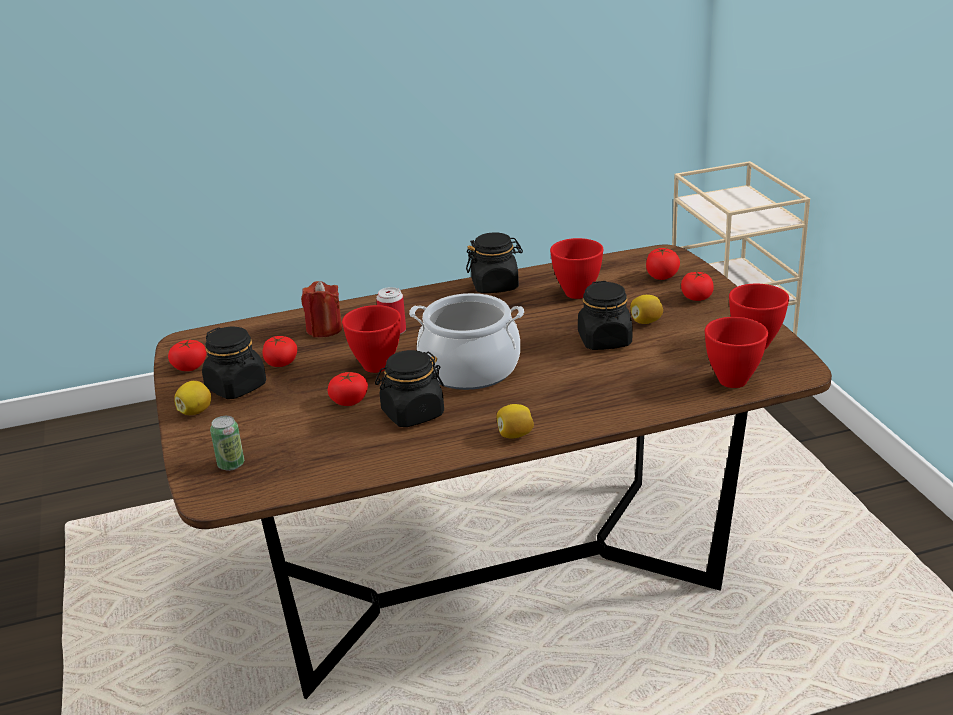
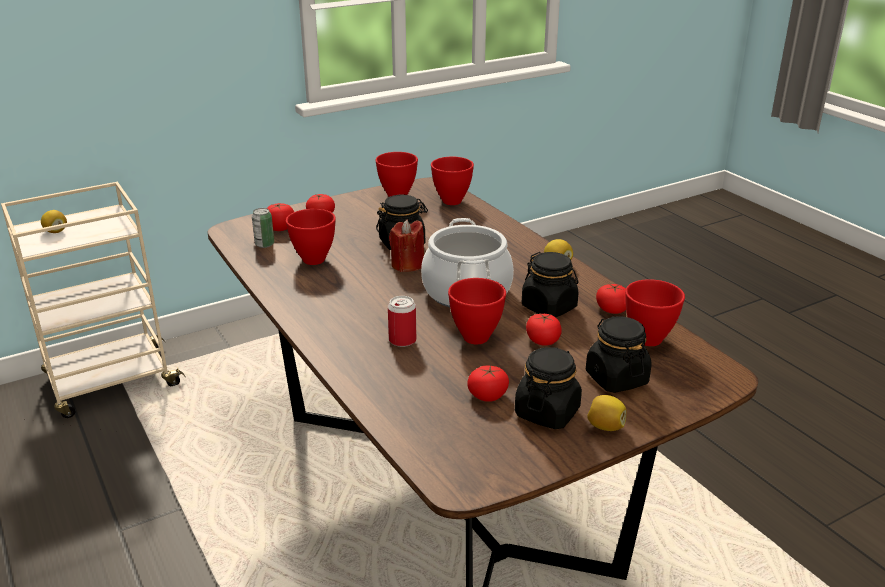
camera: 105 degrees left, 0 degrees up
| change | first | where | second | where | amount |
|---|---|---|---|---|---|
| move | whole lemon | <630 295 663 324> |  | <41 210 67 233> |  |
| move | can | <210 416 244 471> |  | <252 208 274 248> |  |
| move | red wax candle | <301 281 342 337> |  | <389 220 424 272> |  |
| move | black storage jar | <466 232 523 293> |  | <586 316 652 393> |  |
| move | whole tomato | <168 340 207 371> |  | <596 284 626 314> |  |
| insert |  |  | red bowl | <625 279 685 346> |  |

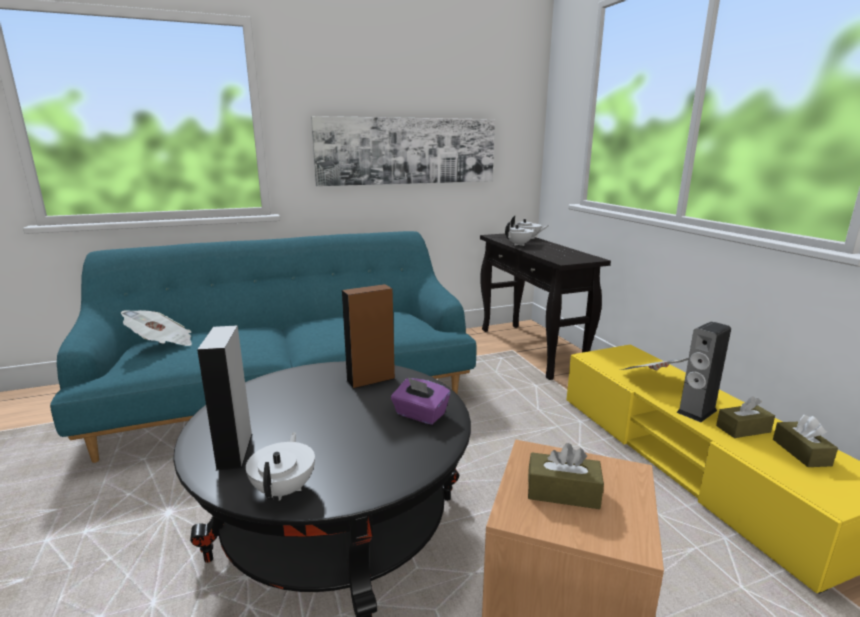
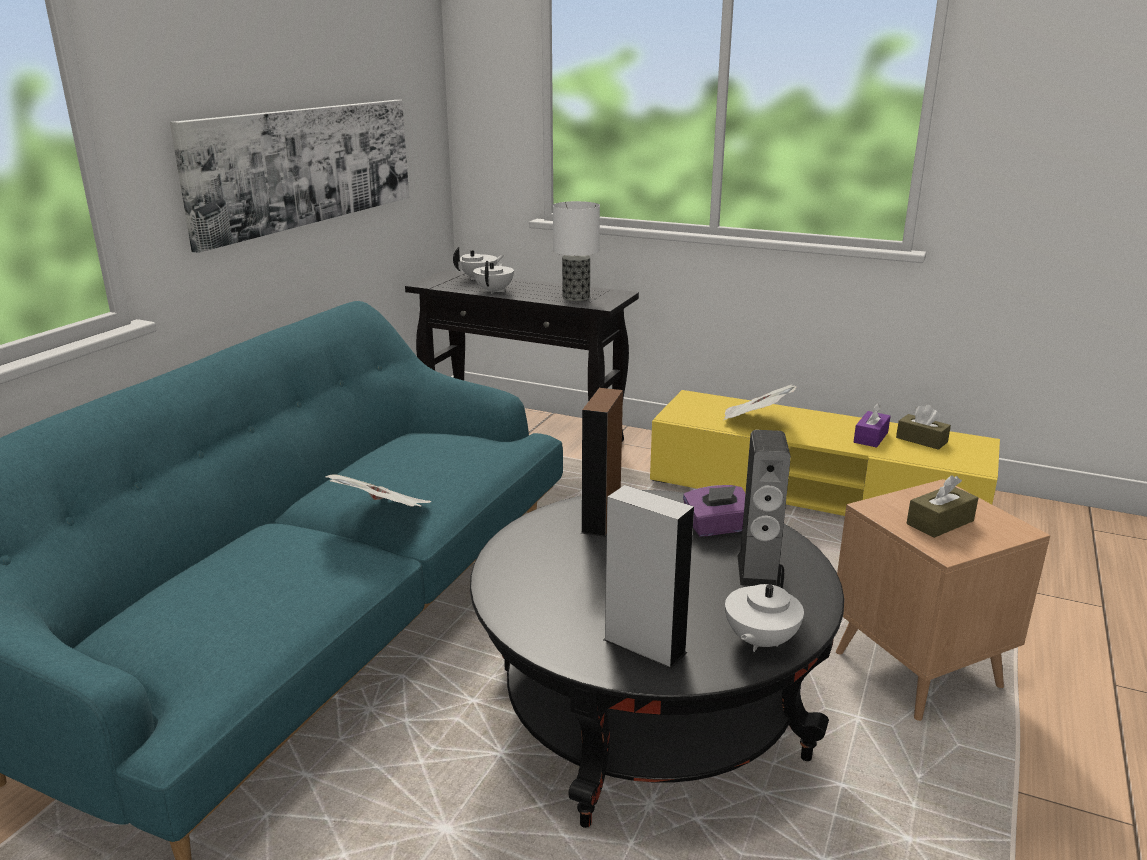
camera: 45 degrees left, 5 degrees up
| change | first | where | second | where | amount |
|---|---|---|---|---|---|
| move | newspaper | <121 310 192 346> |  | <325 474 431 507> |  |
| insert |  |  | lamp for a table | <553 201 600 301> |  |
| rotate | white-coloured tea pot | <246 432 315 501> |  | <725 564 804 652> | 105 degrees counterclockwise |
| move | audio speaker | <676 321 731 422> |  | <737 430 791 586> |  |
| recolor | brown box of tissues | <716 396 775 438> | purple box of tissues | <854 403 891 448> |  |

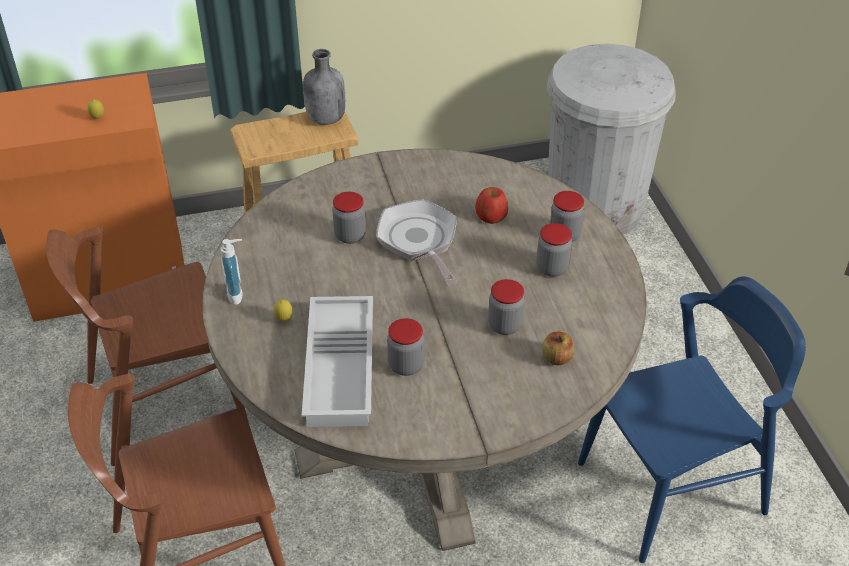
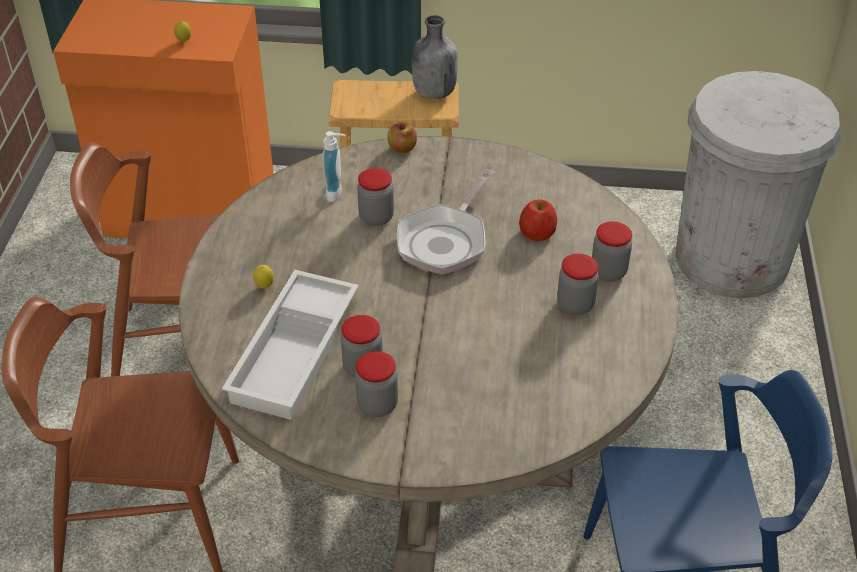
camera: 20 degrees right, 0 degrees up
| change | first | where | second | where | amount |
|---|---|---|---|---|---|
| move | liquid soap bottle | <220 239 243 305> |  | <322 131 346 202> |  |
| move | storage jar | <488 279 525 335> |  | <355 351 398 417> |  |
| move | whole apple | <542 331 574 365> |  | <387 122 417 154> |  |
| rotate | skillet | <376 199 458 286> |  | <397 169 495 275> | 150 degrees counterclockwise |

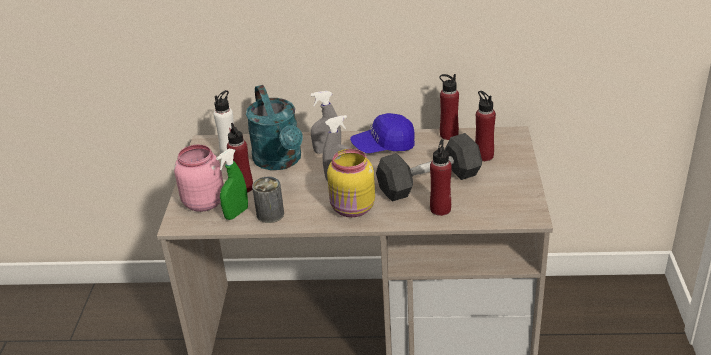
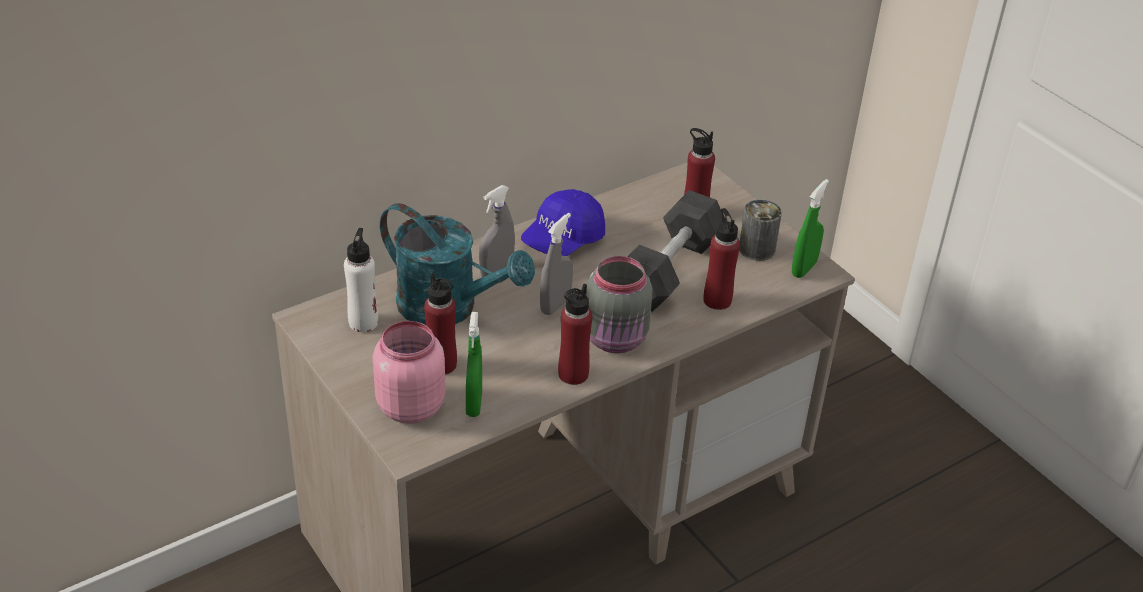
camera: 40 degrees left, 5 degrees up
| change | first | where | second | where | amount |
|---|---|---|---|---|---|
| move | red drink bottle | <439 74 459 140> |  | <558 284 592 385> |  |
| recolor | yellowish storage jar | <327 149 375 217> | greyish storage jar | <586 256 653 353> |  |
| move | can | <252 177 284 223> |  | <739 199 782 261> |  |
| insert |  |  | green-coloured spray bottle | <792 179 829 278> |  |

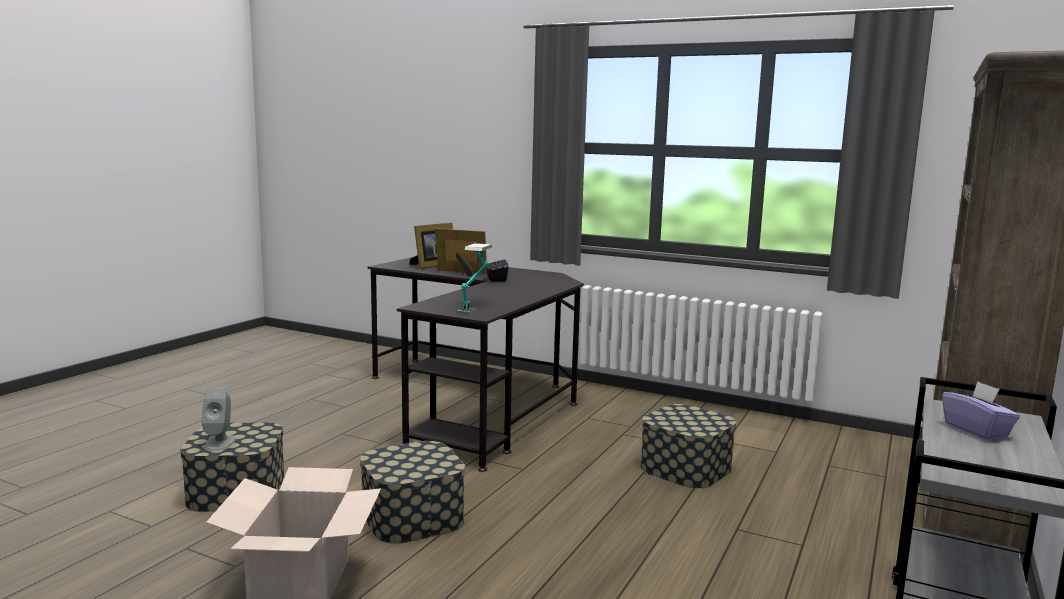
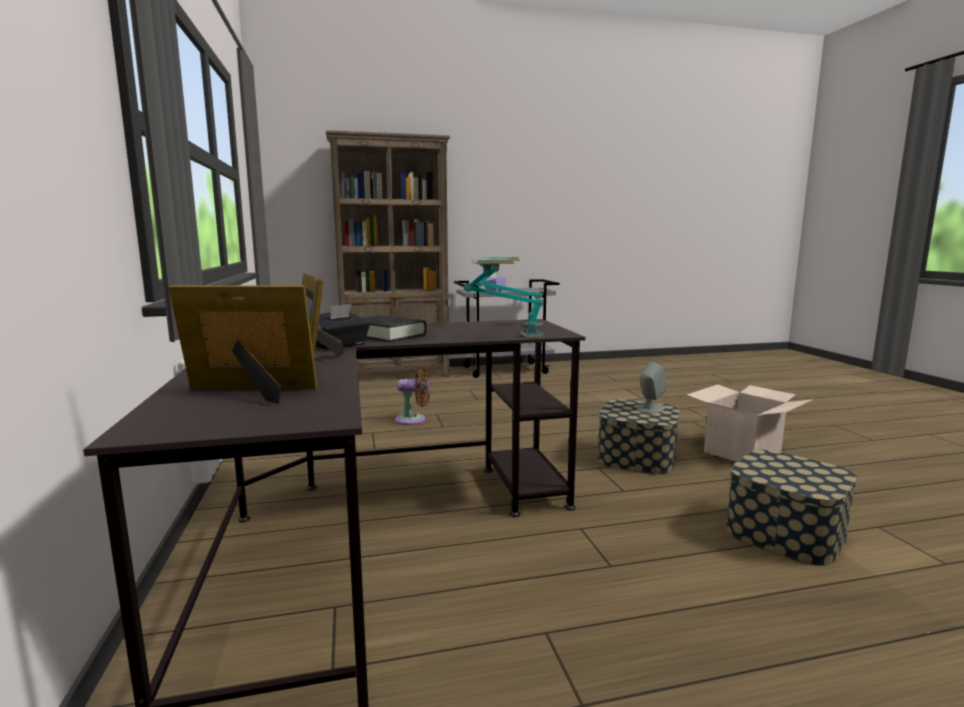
camera: 130 degrees left, 0 degrees up
| change | first | where | second | where | amount |
|---|---|---|---|---|---|
| insert |  |  | black bound book | <362 315 427 342> |  |
| replace | storage box | <640 404 736 489> | brown fan | <395 365 430 425> |  |
| insert |  |  | lamp for a table | <464 259 544 338> |  |
| move | greyish audio speaker | <202 387 236 451> |  | <637 362 667 414> |  |

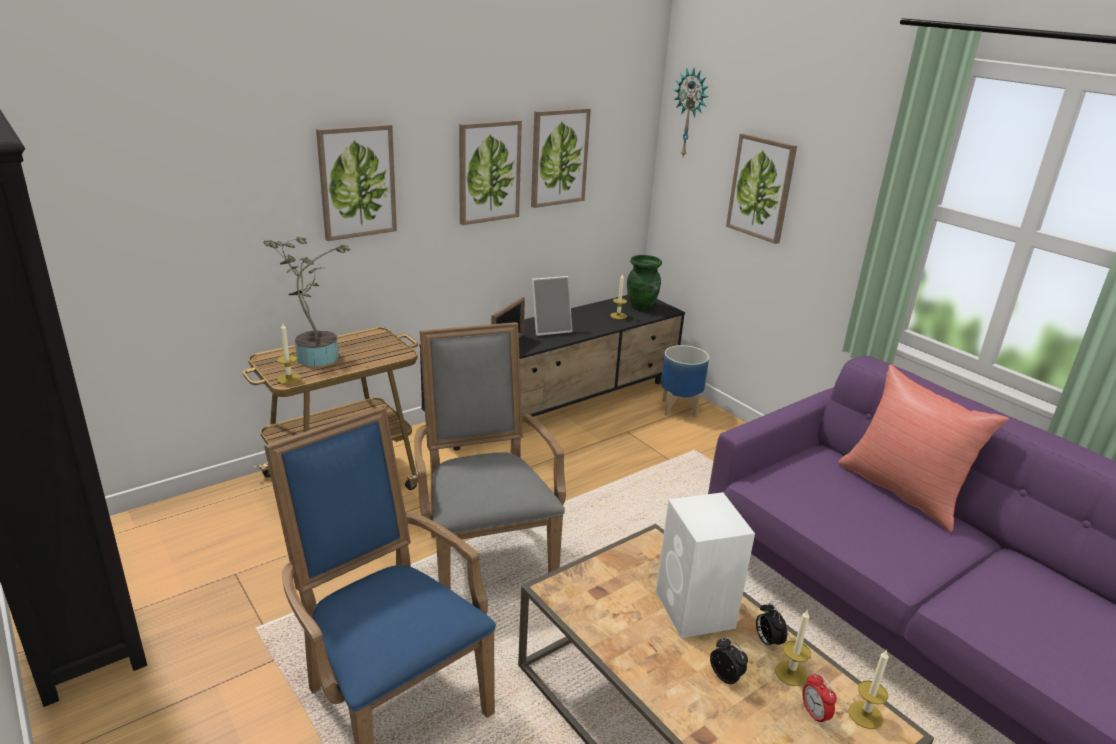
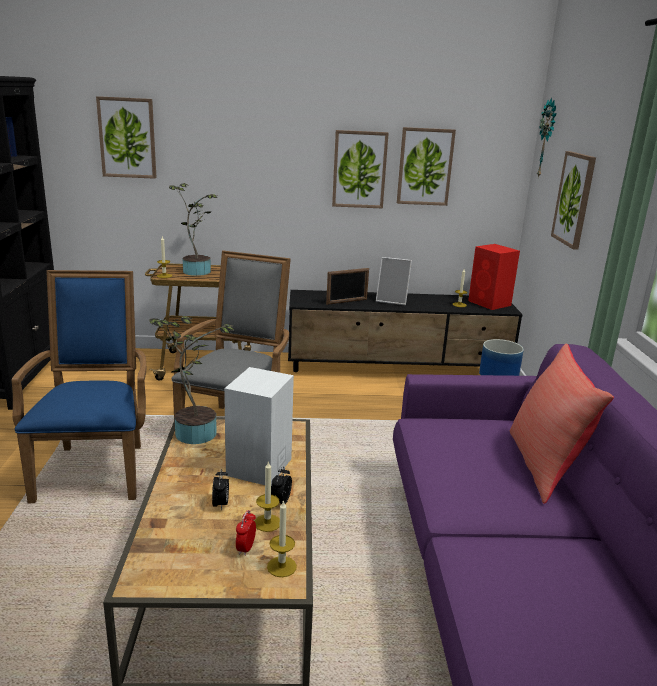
camera: 35 degrees right, 5 degrees down
| change | first | where | second | where | amount |
|---|---|---|---|---|---|
| move | wall picture | <316 124 397 241> |  | <96 96 157 179> |  |
| insert |  |  | potted plant | <149 315 234 444> |  |
| replace | green-coloured flower vase | <627 255 662 309> | red audio speaker | <468 244 520 310> |  |

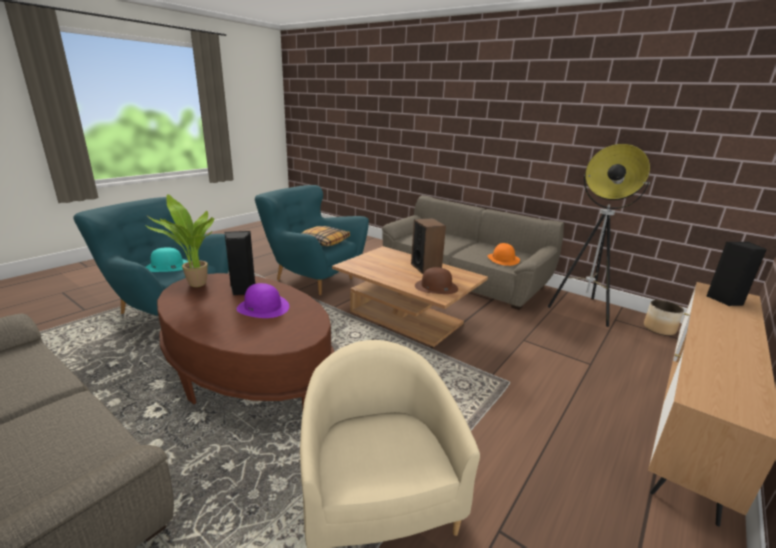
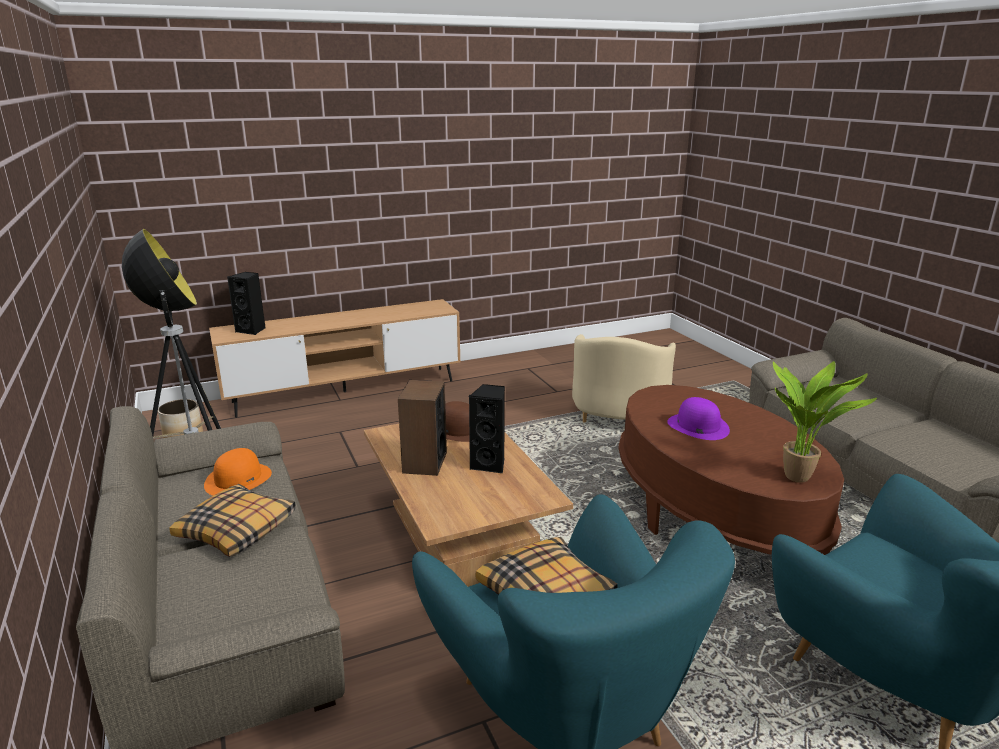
camera: 150 degrees left, 0 degrees up
| change | first | where | second | where | amount |
|---|---|---|---|---|---|
| insert |  |  | pillow | <169 484 296 557> |  |
| move | black audio speaker | <224 231 255 295> |  | <469 384 505 473> |  |
| delete | blue-green clothing hat | <146 247 188 272> |  |  |  |

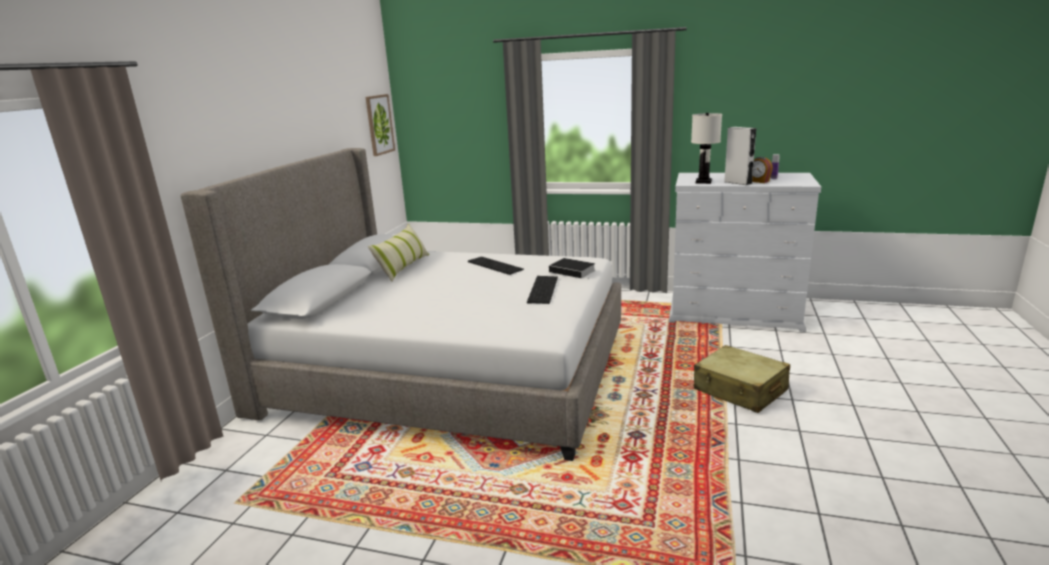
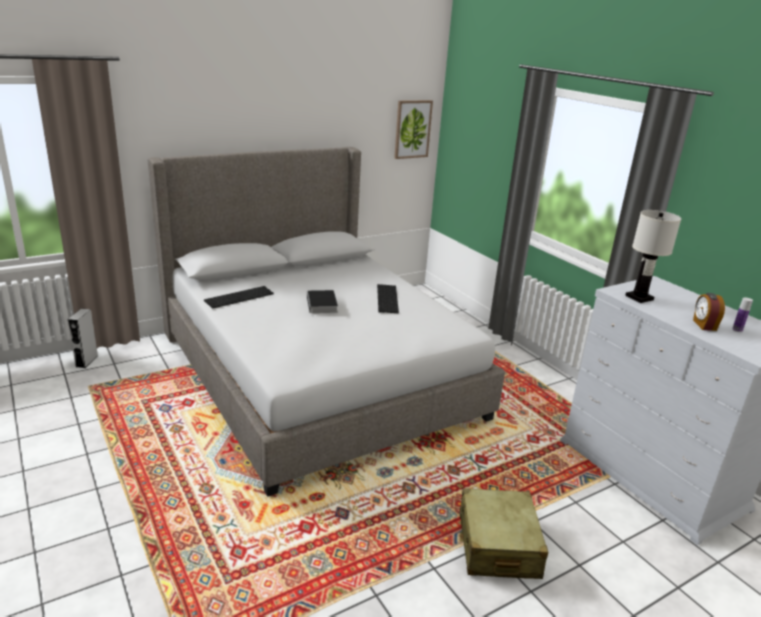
camera: 40 degrees right, 5 degrees up
| change | first | where | second | where | amount |
|---|---|---|---|---|---|
| move | greyish audio speaker | <724 127 756 185> |  | <68 308 98 368> |  |
| move | PC keyboard | <527 276 558 304> |  | <204 286 274 308> |  |
| move | bound book | <549 258 595 279> |  | <307 290 338 314> |  |
| delete | pillow | <368 224 429 282> |  |  |  |

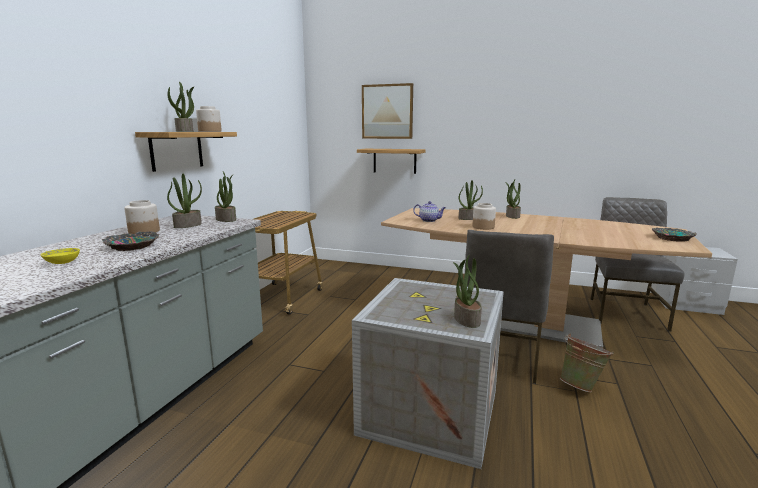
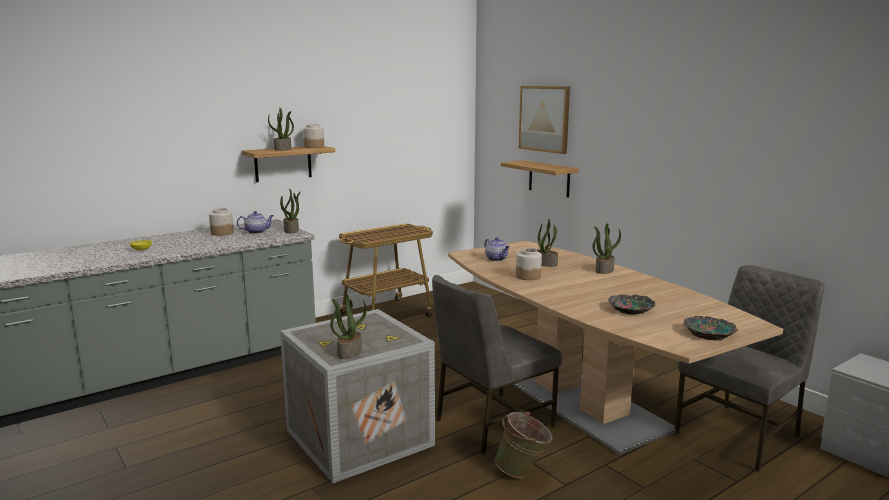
camera: 35 degrees right, 0 degrees up
| change | first | where | second | where | amount |
|---|---|---|---|---|---|
| replace | potted plant | <167 174 202 228> | tea pot | <237 211 274 234> |  |
| move | bowl | <102 231 160 251> |  | <608 294 655 315> |  |

